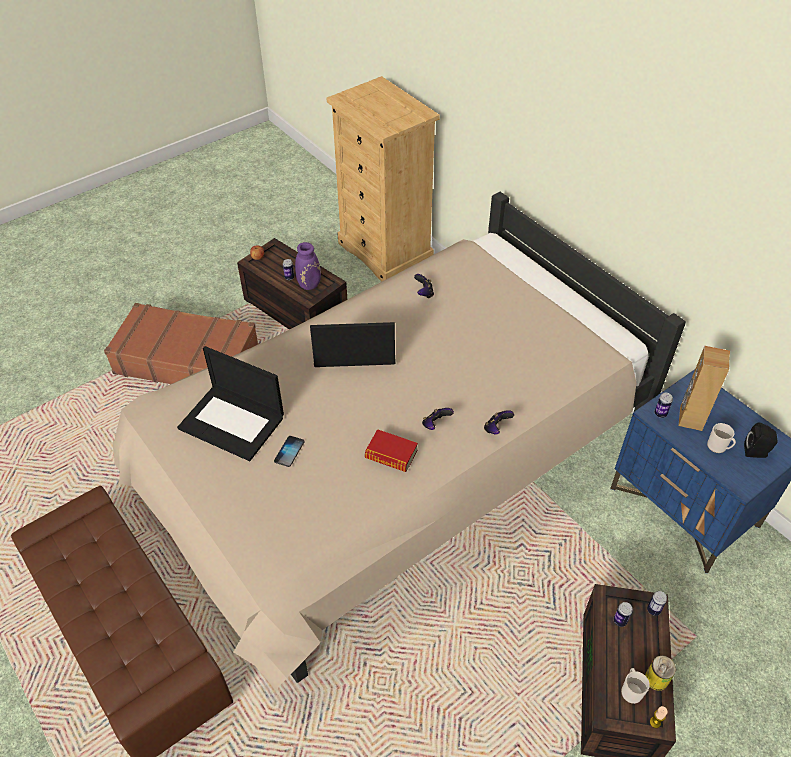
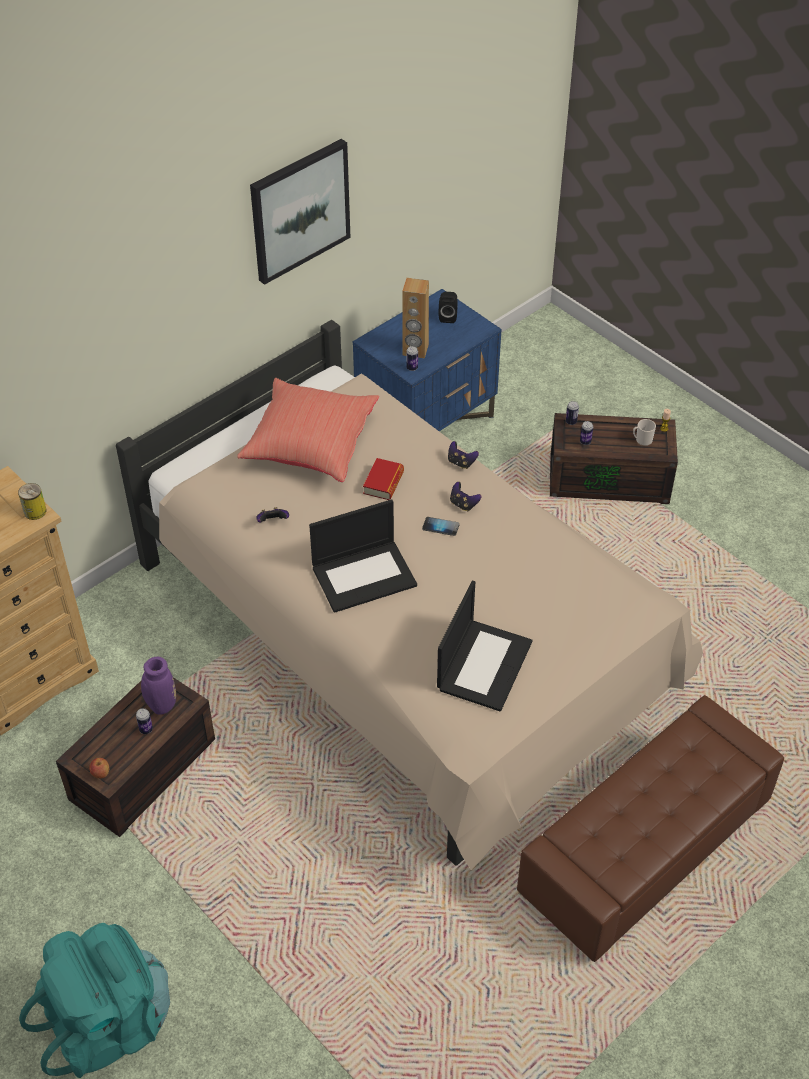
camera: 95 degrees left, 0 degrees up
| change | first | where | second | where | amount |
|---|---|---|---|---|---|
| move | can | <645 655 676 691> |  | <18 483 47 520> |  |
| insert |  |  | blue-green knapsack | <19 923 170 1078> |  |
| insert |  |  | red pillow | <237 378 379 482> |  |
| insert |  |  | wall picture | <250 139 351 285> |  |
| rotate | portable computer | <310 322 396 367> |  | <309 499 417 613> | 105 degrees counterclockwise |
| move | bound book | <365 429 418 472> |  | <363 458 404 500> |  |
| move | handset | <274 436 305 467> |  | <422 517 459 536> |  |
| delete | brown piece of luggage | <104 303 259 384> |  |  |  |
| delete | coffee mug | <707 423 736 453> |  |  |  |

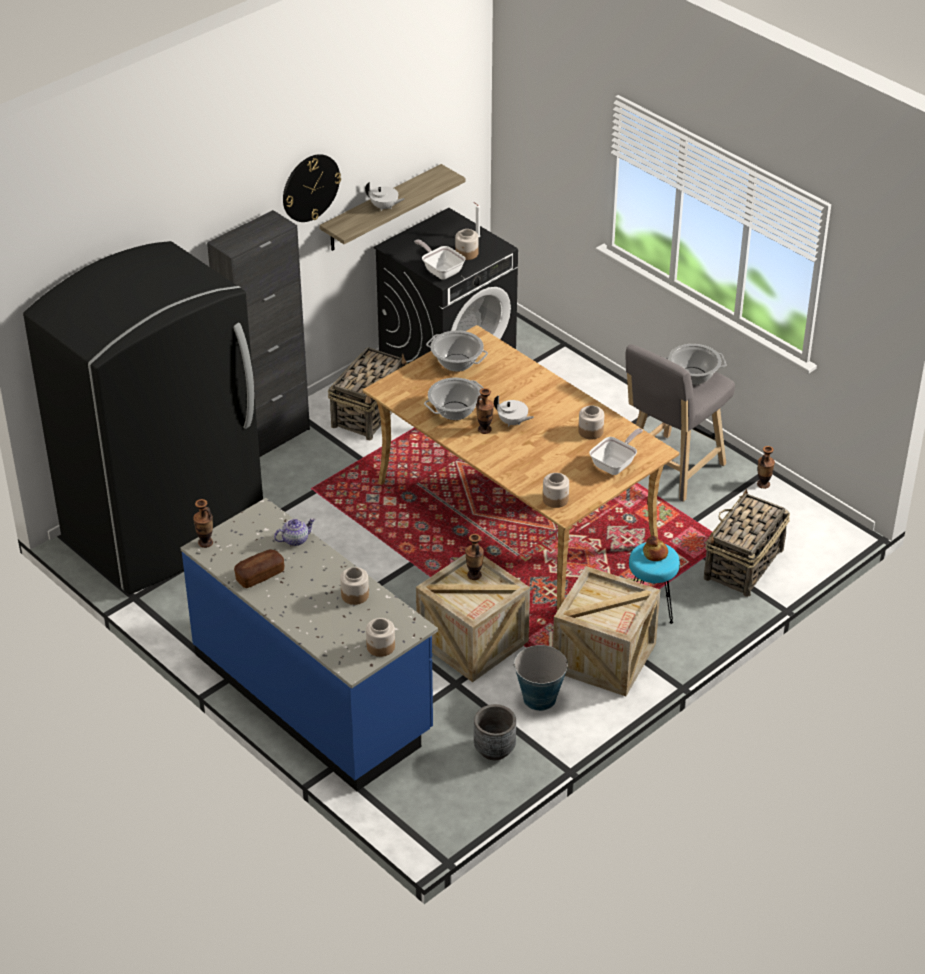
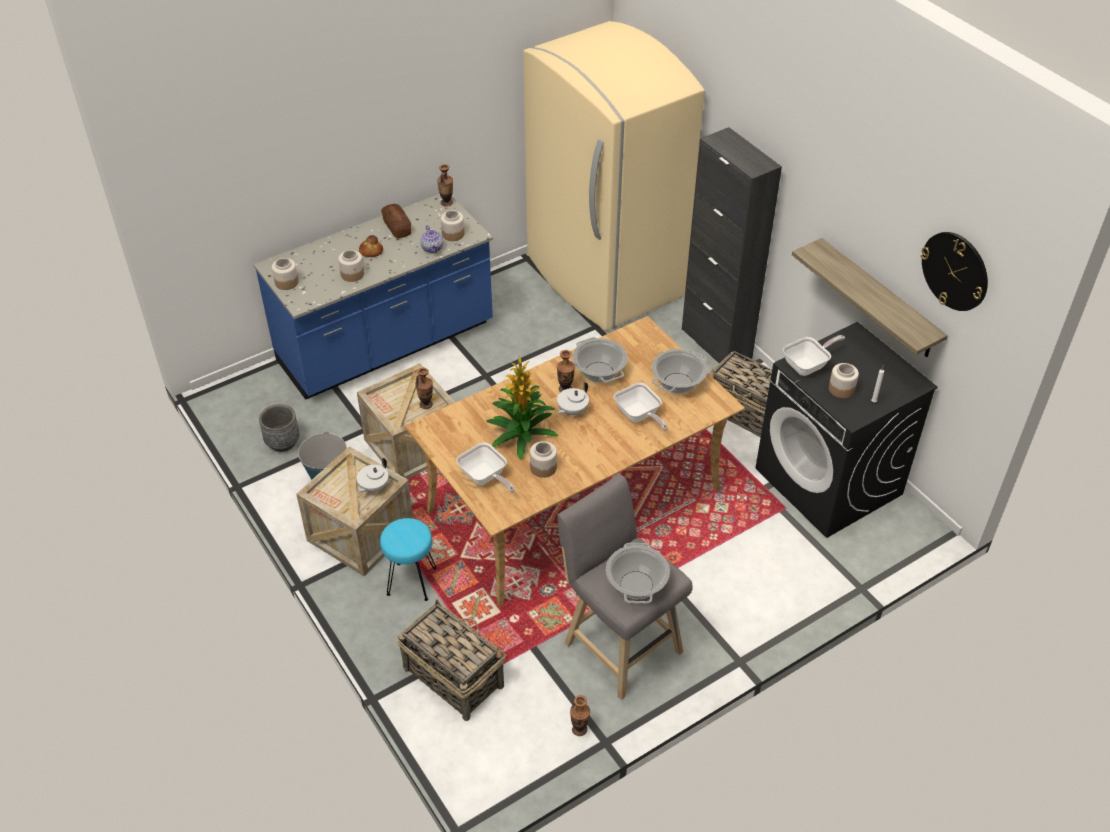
camera: 100 degrees right, 5 degrees up
| change | first | where | second | where | amount |
|---|---|---|---|---|---|
| move | white-coloured tea pot | <365 182 404 211> |  | <357 458 388 493> |  |
| move | baked bread | <643 536 668 561> |  | <359 235 383 257> |  |
| move | storage jar | <543 473 569 508> |  | <441 210 465 241> |  |
| insert |  |  | potted plant | <486 356 558 459> |  |
| recolor | black fridge | <23 241 263 594> | beige fridge | <523 21 705 331> |  |
| insert |  |  | skillet | <614 383 668 431> |  |
| move | clock on the wall | <283 154 341 222> |  | <921 232 988 311> |  |

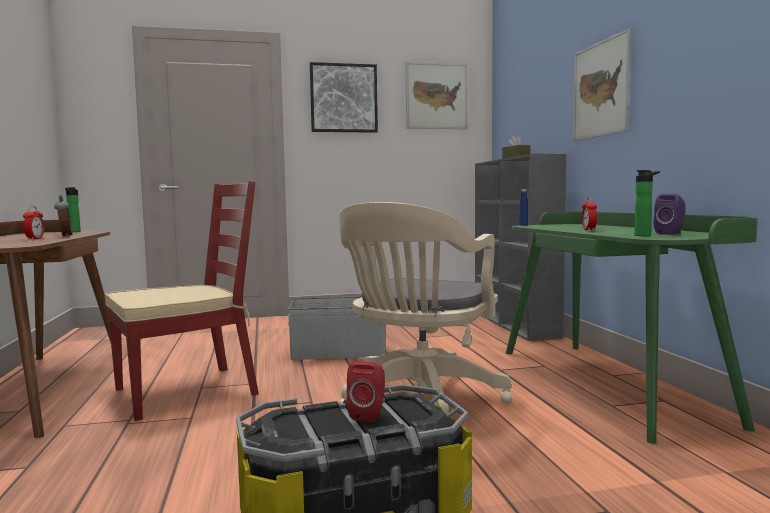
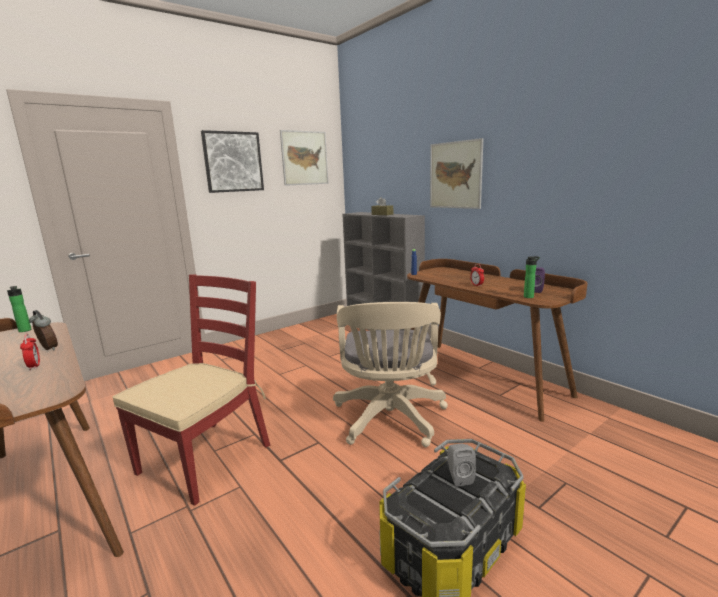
camera: 25 degrees left, 10 degrees up
| change | first | where | second | where | amount |
|---|---|---|---|---|---|
| recolor | green-coloured desk | <506 212 758 444> | brown desk | <407 259 588 422> |  |
| recolor | red audio speaker | <347 361 385 422> | greyish audio speaker | <448 444 476 487> |  |
| delete | greyish storage box | <288 296 385 360> |  |  |  |

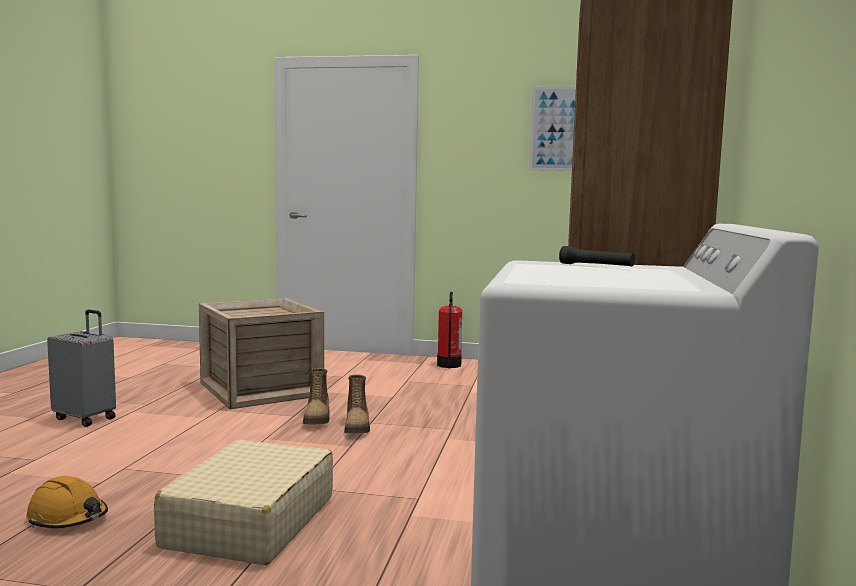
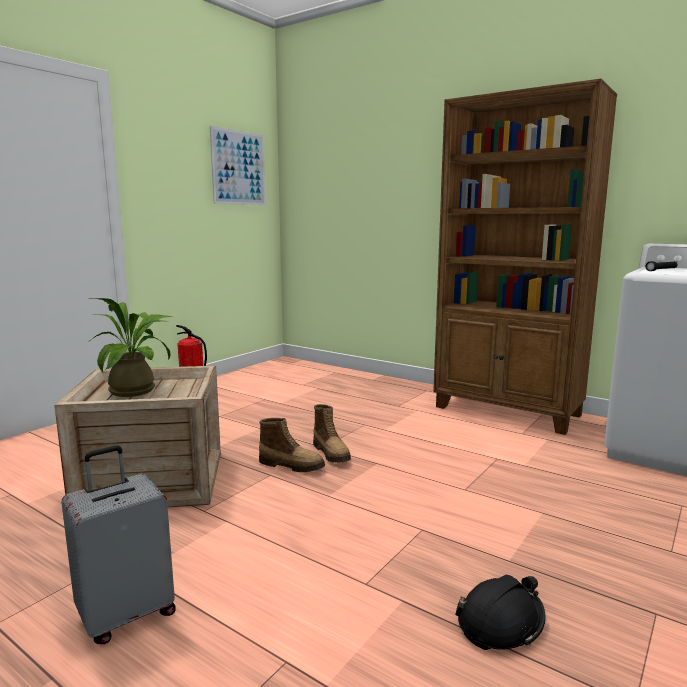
camera: 65 degrees left, 5 degrees up
| change | first | where | second | where | amount |
|---|---|---|---|---|---|
| insert |  |  | potted plant | <89 298 172 397> |  |
| rotate | boot | <344 375 370 434> |  | <313 404 351 463> | 45 degrees clockwise |
| recolor | orange-coloured hard hat | <26 476 108 528> | black hard hat | <455 575 546 650> |  |
| delete | beige piece of luggage | <154 439 333 565> |  |  |  |

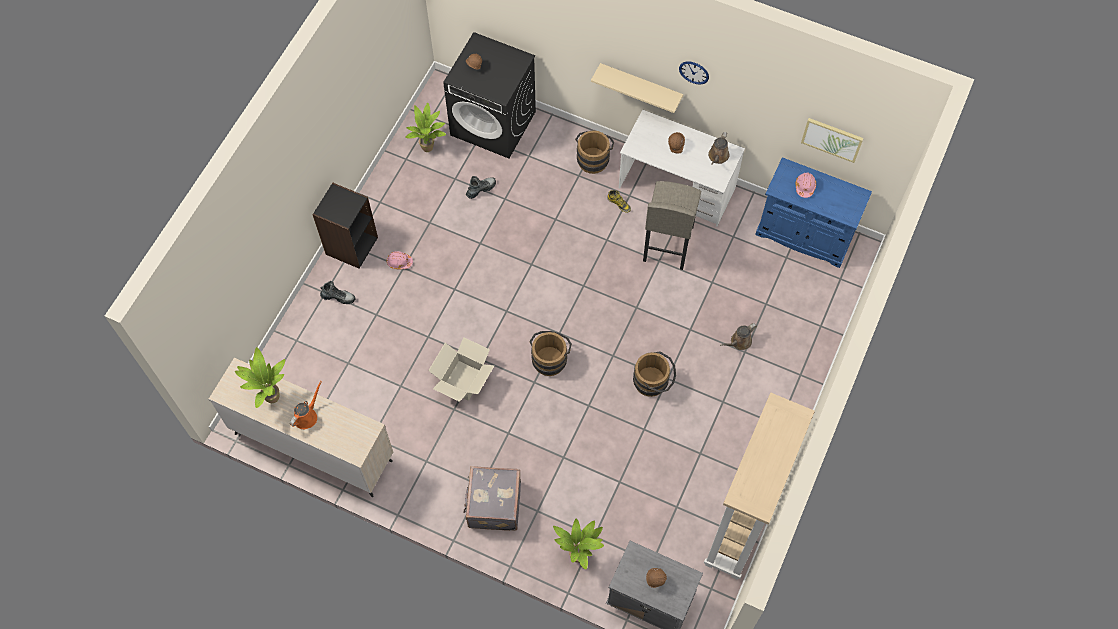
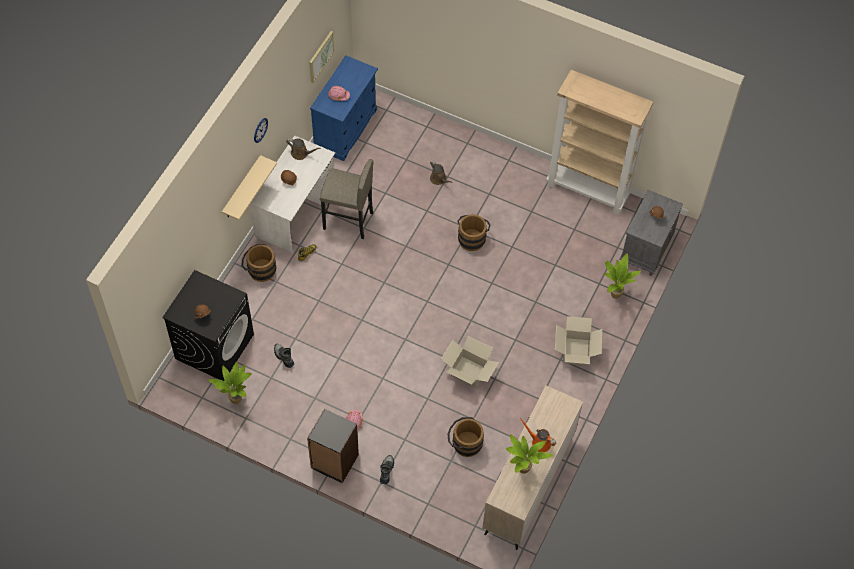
camera: 90 degrees left, 5 degrees down
| change | first | where | second | where | amount |
|---|---|---|---|---|---|
| move | brown pail | <530 331 572 376> |  | <448 417 484 457> |  |
| replace | greyish piece of luggage | <464 466 521 531> | carton | <555 316 602 365> |  |

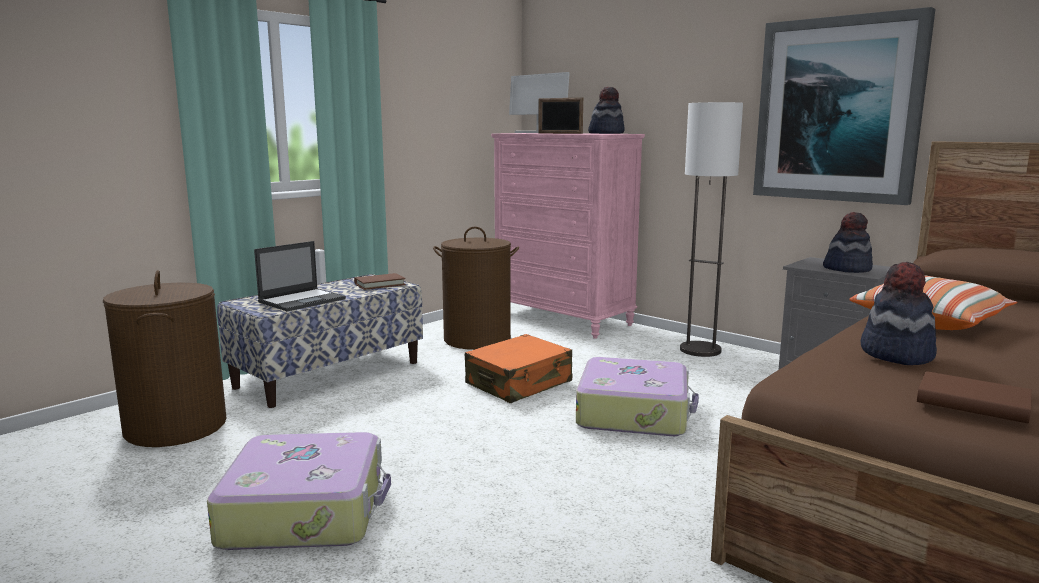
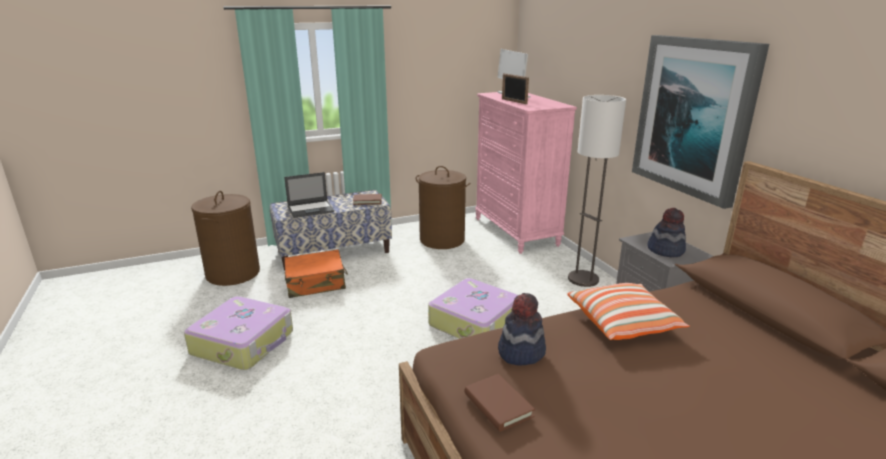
camera: 25 degrees right, 10 degrees up
| change | first | where | second | where | amount |
|---|---|---|---|---|---|
| move | orange-coloured piece of luggage | <465 334 572 403> |  | <284 249 348 298> |  |
| delete | clothing hat | <588 87 625 134> |  |  |  |

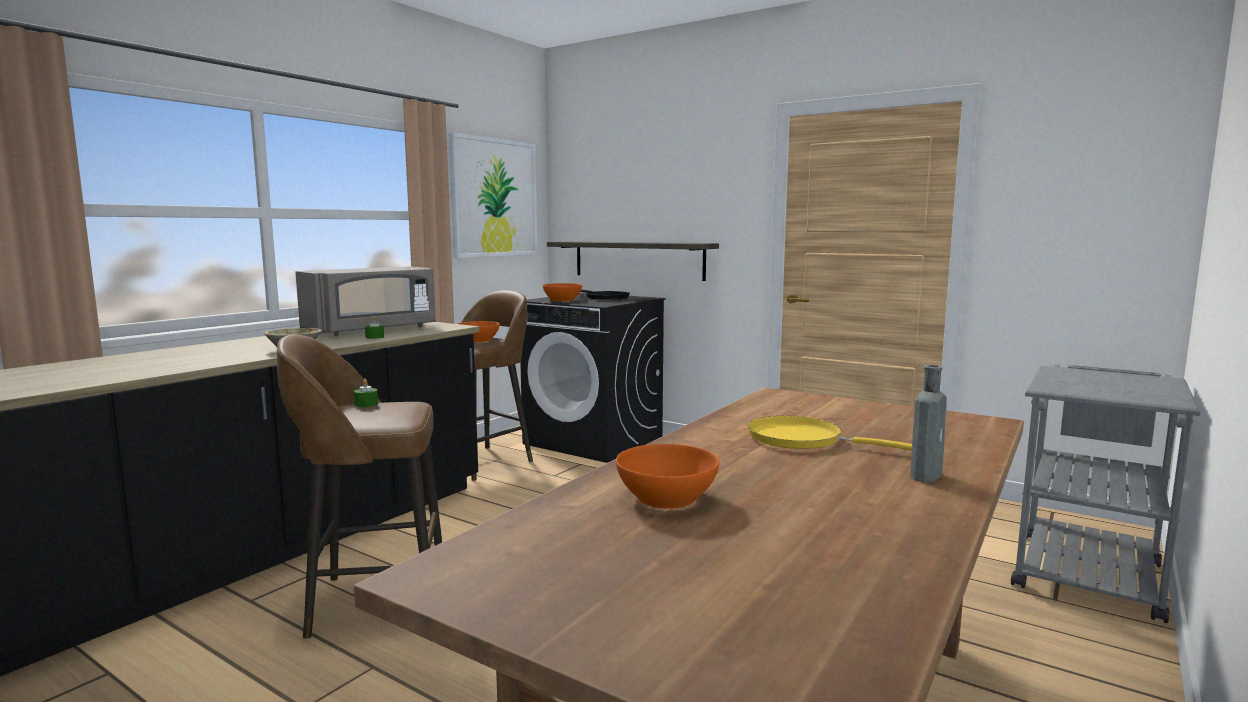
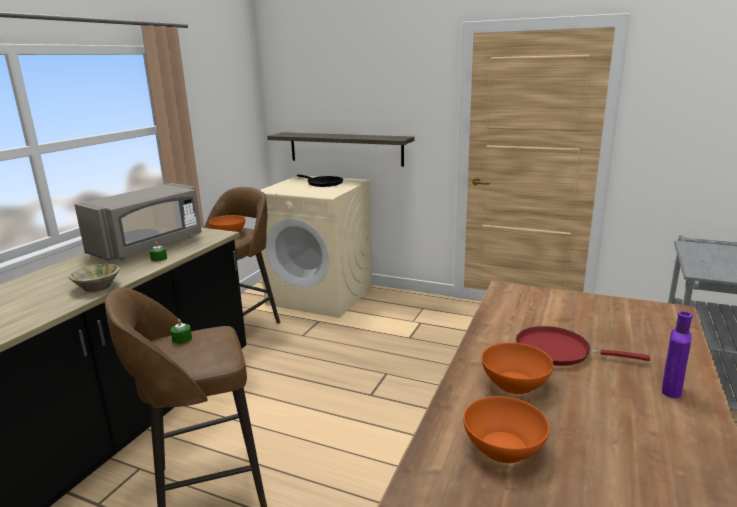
camera: 10 degrees left, 10 degrees up
| change | first | where | second | where | amount |
|---|---|---|---|---|---|
| recolor | black washing machine | <520 293 665 463> | beige washing machine | <260 176 372 318> |  |
| move | orange-coloured bowl | <543 283 582 302> |  | <481 343 554 394> |  |
| recolor | yellowish skillet | <748 416 912 451> | red skillet | <516 326 650 366> |  |
| recolor | greyish drink bottle | <911 365 947 482> | purple drink bottle | <662 311 693 398> |  |
| delete | wall picture | <449 132 538 258> |  |  |  |

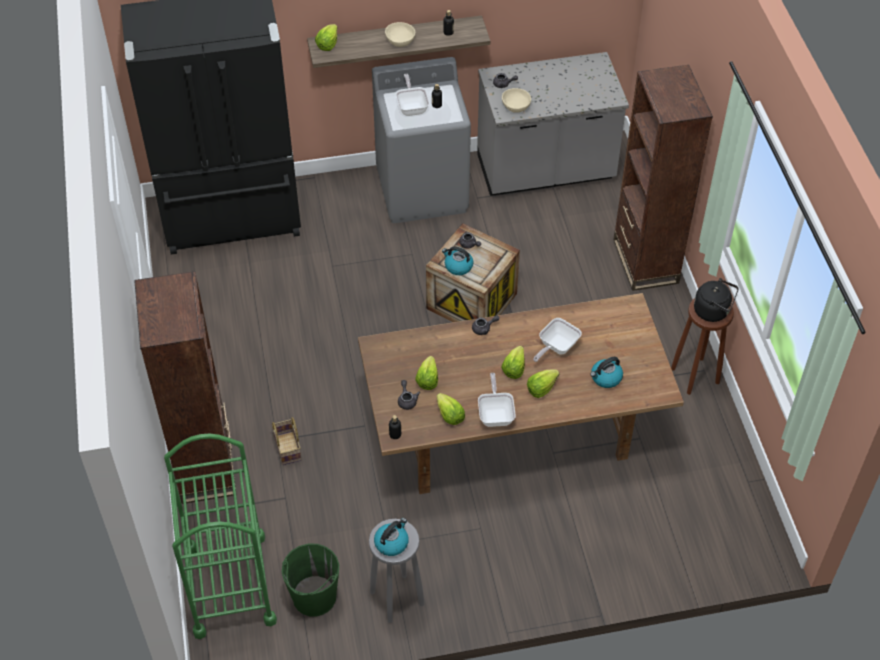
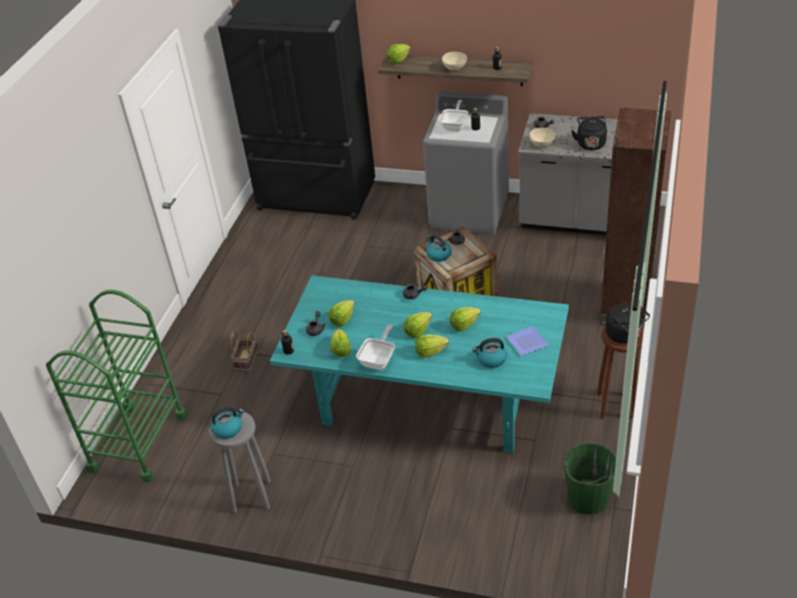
camera: 30 degrees right, 10 degrees down
| change | first | where | second | where | amount |
|---|---|---|---|---|---|
| recolor | brown kitchen table | <358 293 684 494> | blue-green kitchen table | <270 276 569 453> |  |
| replace | skillet | <533 318 582 362> | lettuce | <450 307 481 331> |  |
| insert |  |  | dinner plate | <506 326 549 356> |  |
| move | green-coloured pail | <282 544 339 617> |  | <564 443 616 515> |  |
| insert |  |  | black tea kettle | <571 116 607 150> |  |
| delete | brown bookcase | <134 271 237 504> |  |  |  |

